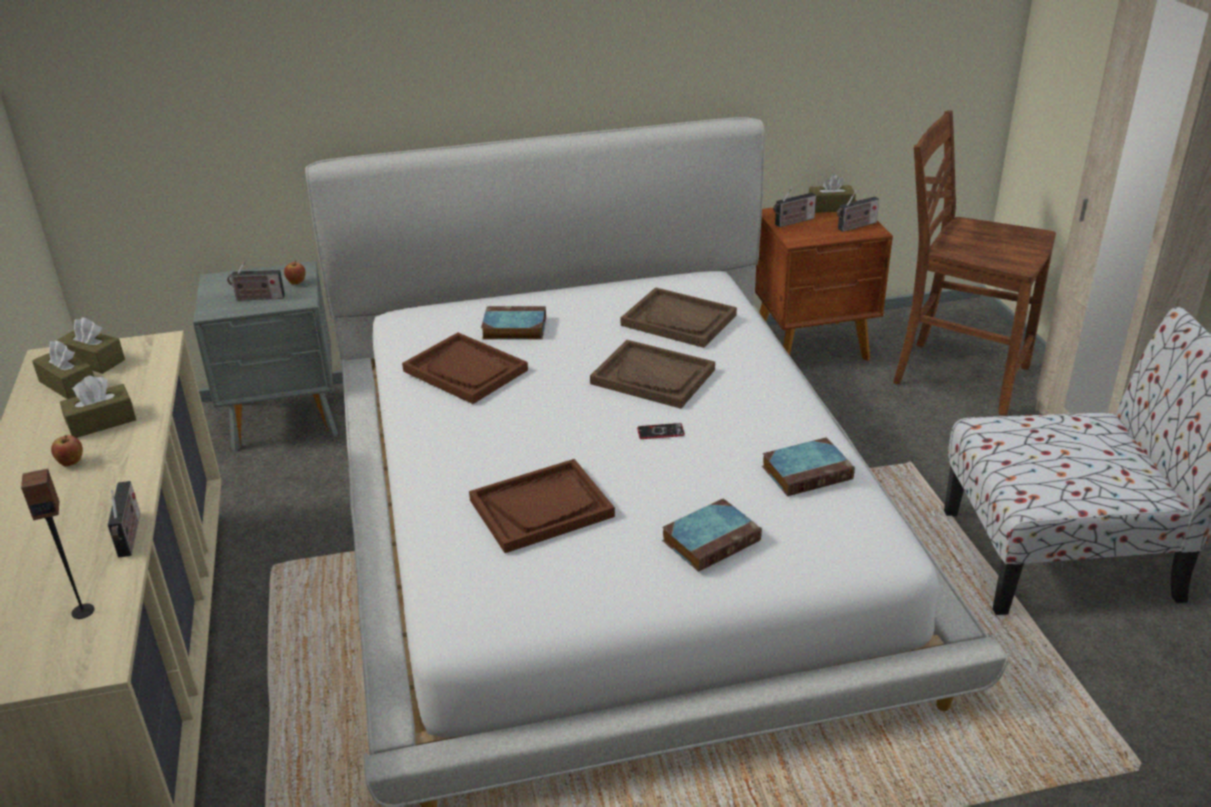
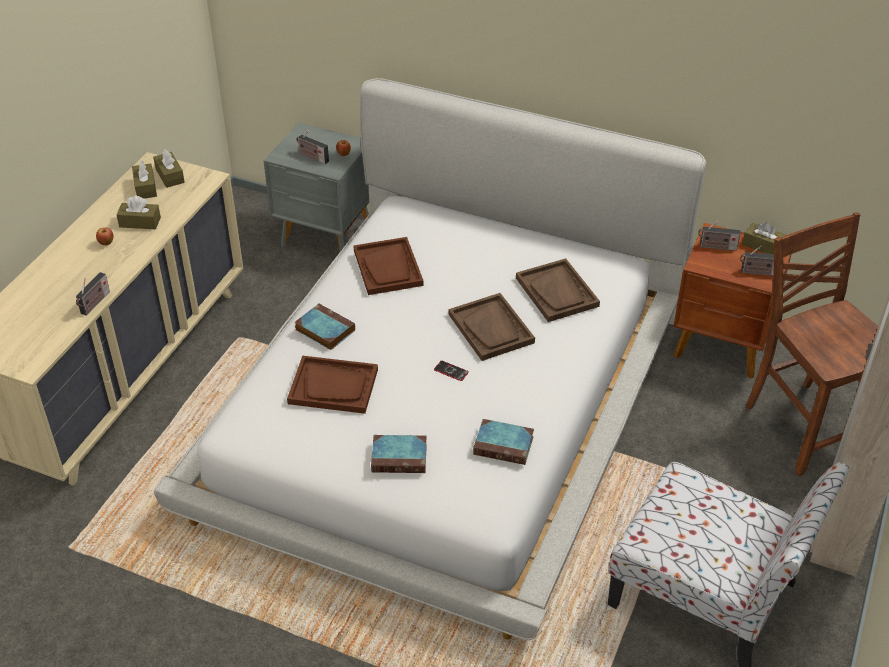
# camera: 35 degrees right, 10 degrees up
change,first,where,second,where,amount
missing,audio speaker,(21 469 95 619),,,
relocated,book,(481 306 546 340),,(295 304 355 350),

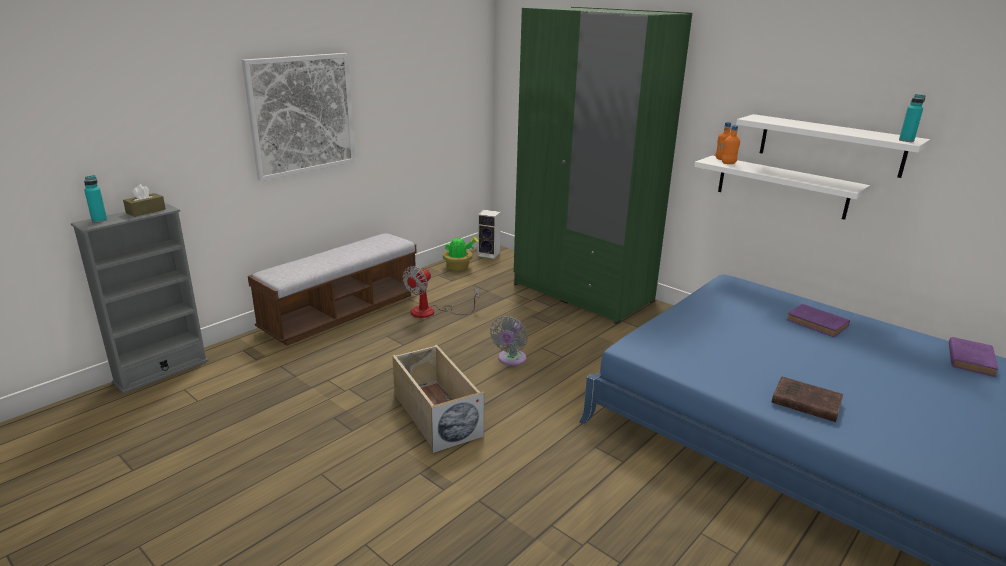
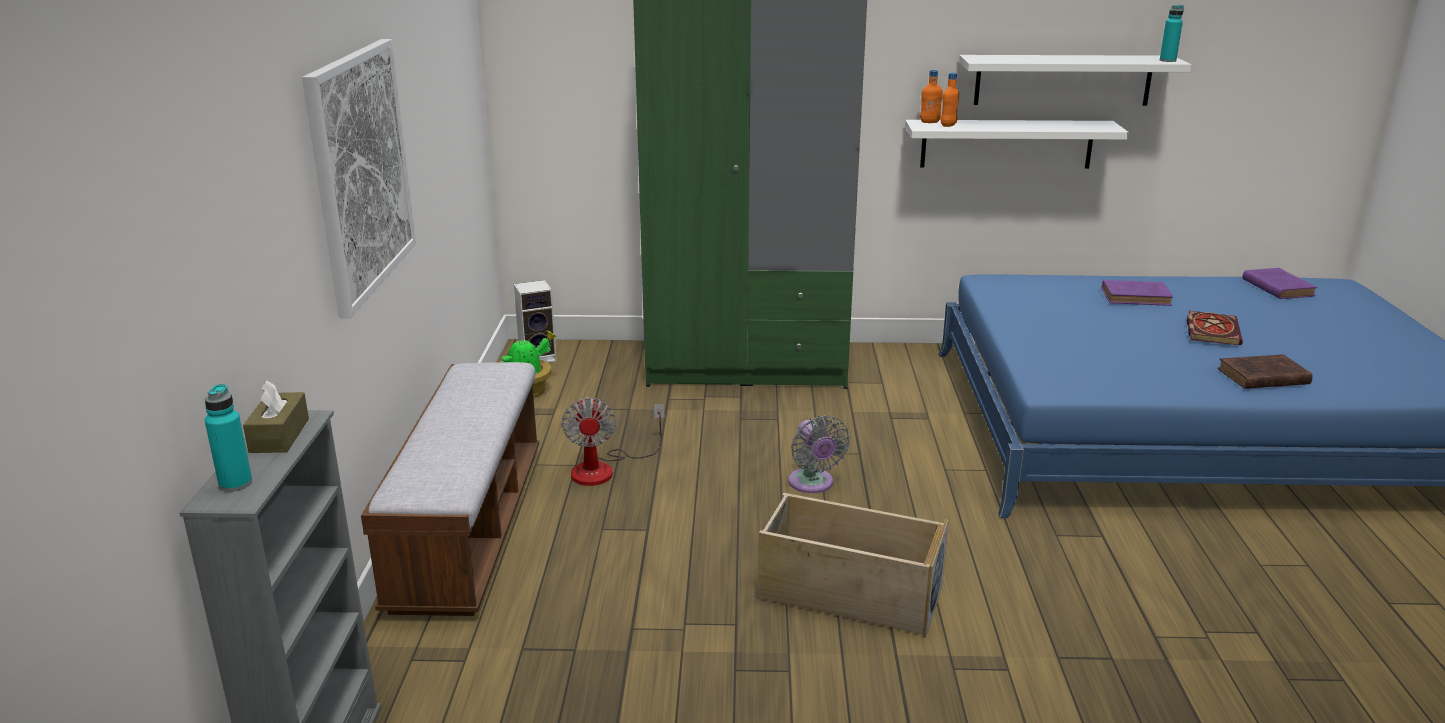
# camera: 40 degrees left, 0 degrees up
change,first,where,second,where,amount
appeared,,,book,(1187 311 1243 345),

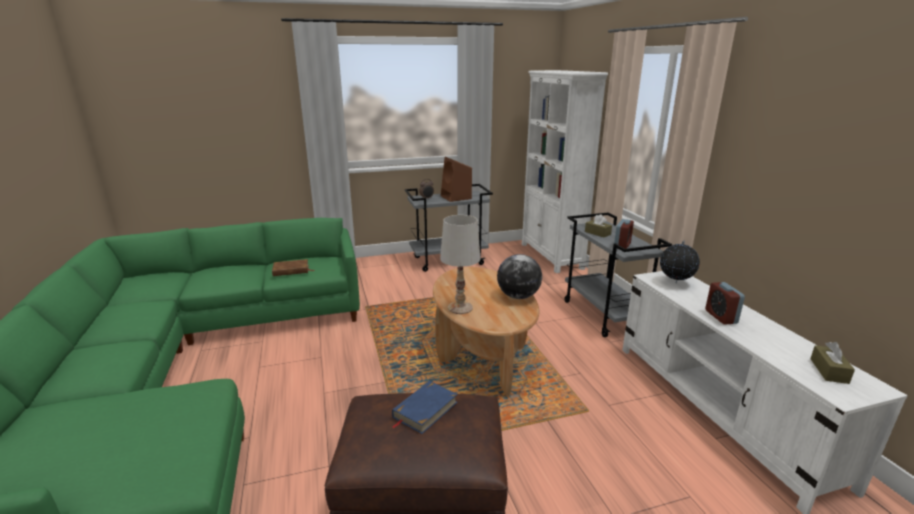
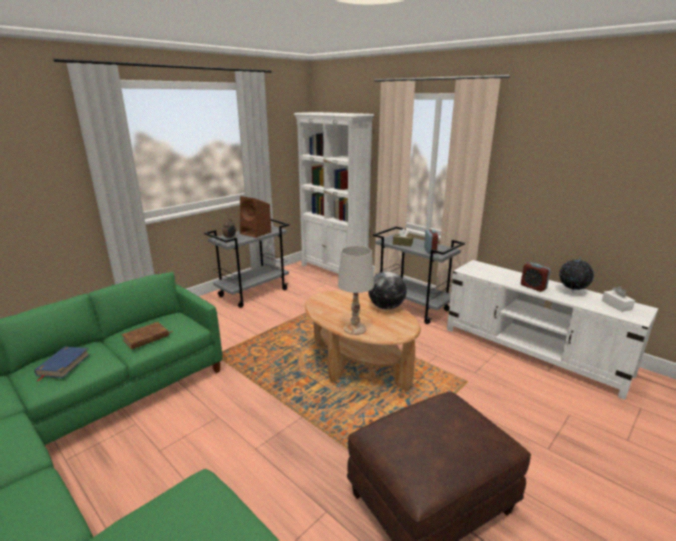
# camera: 30 degrees left, 0 degrees up
change,first,where,second,where,amount
relocated,blue book,(392 381 458 434),,(34 347 90 382),
relocated,desk globe,(660 241 700 283),,(559 257 594 292),
colour,brown-coloured tissue holder,(810 342 855 384),white tissue holder,(602 286 635 312),

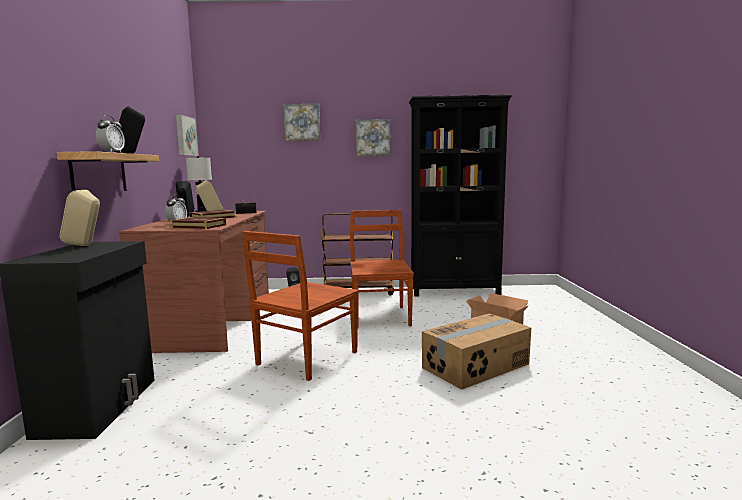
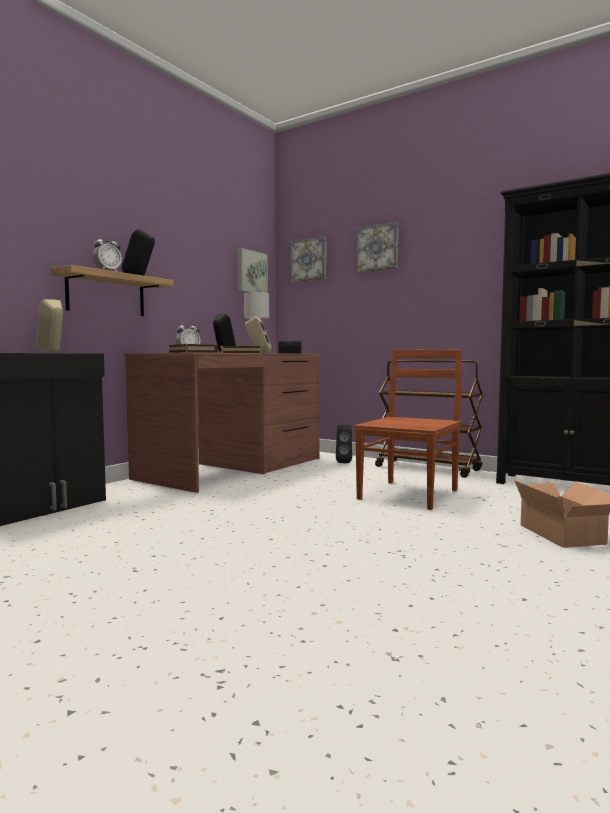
# camera: 35 degrees right, 5 degrees down
change,first,where,second,where,amount
missing,brown-coloured plain chair,(242 231 359 381),,,
relocated,wall art,(355 119 391 156),,(291 236 326 282),
missing,carton,(422 314 531 390),,,

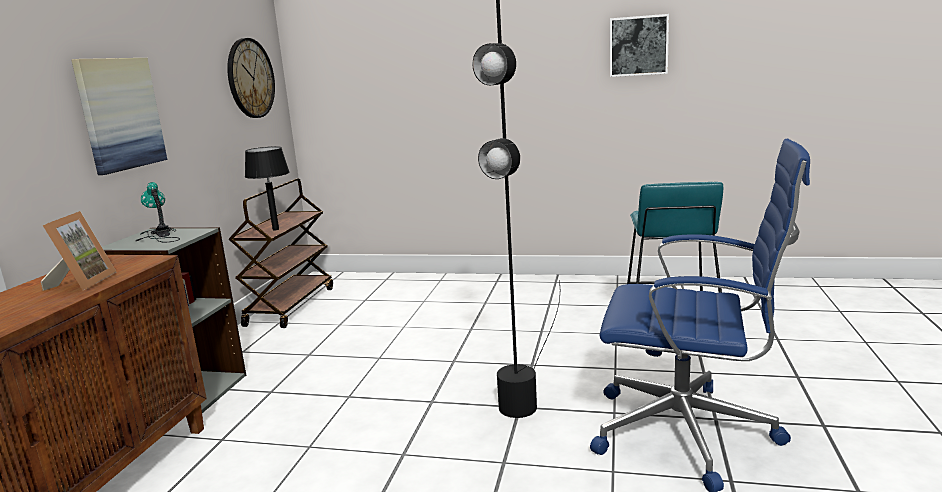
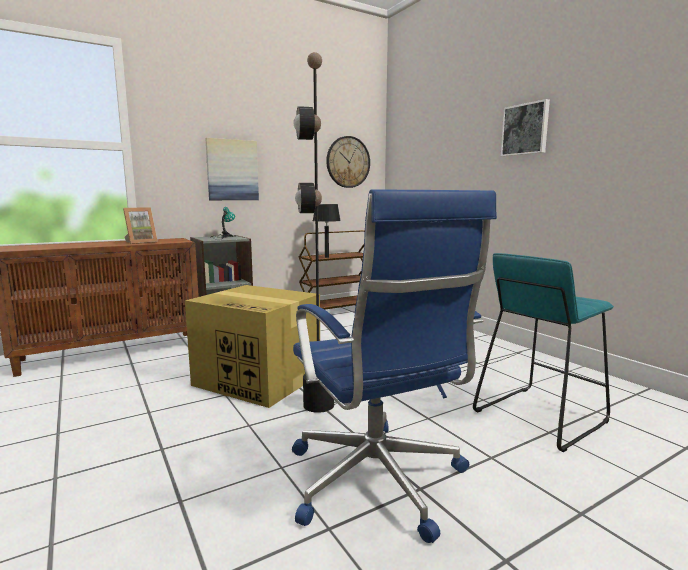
# camera: 45 degrees right, 5 degrees down
change,first,where,second,where,amount
relocated,wall art,(610 14 669 77),,(501 99 550 157),
appeared,,,carton,(185 285 320 408),

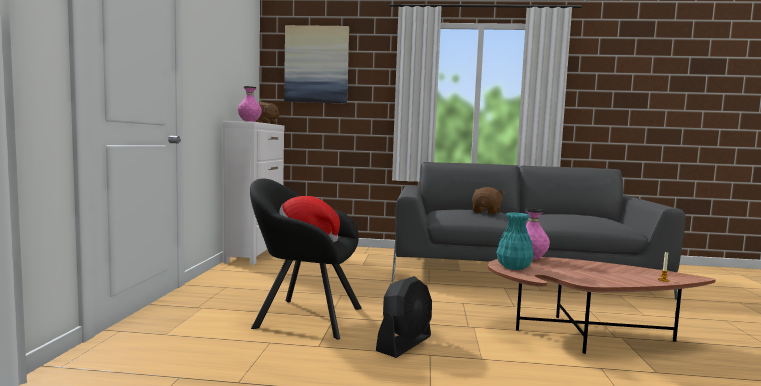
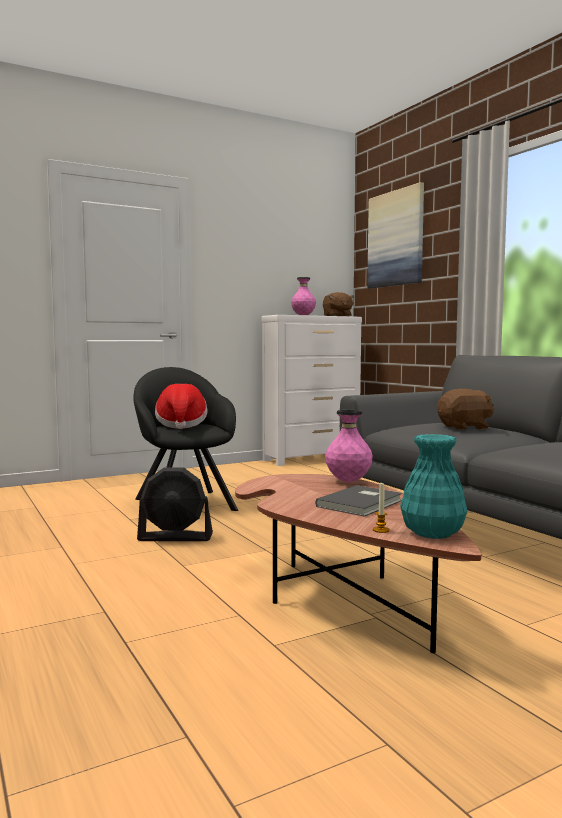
# camera: 55 degrees right, 0 degrees up
change,first,where,second,where,amount
relocated,turquoise decorative vase,(496 212 534 270),,(400 434 468 539),
appeared,,,grey book,(315 485 402 517),

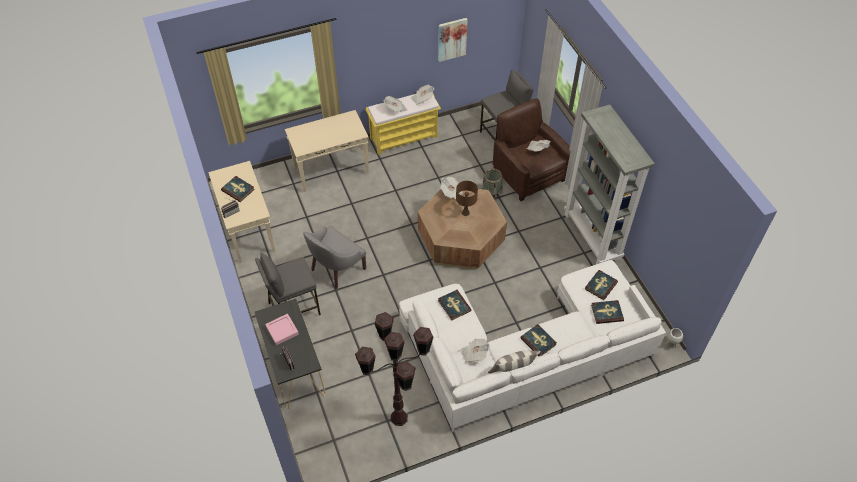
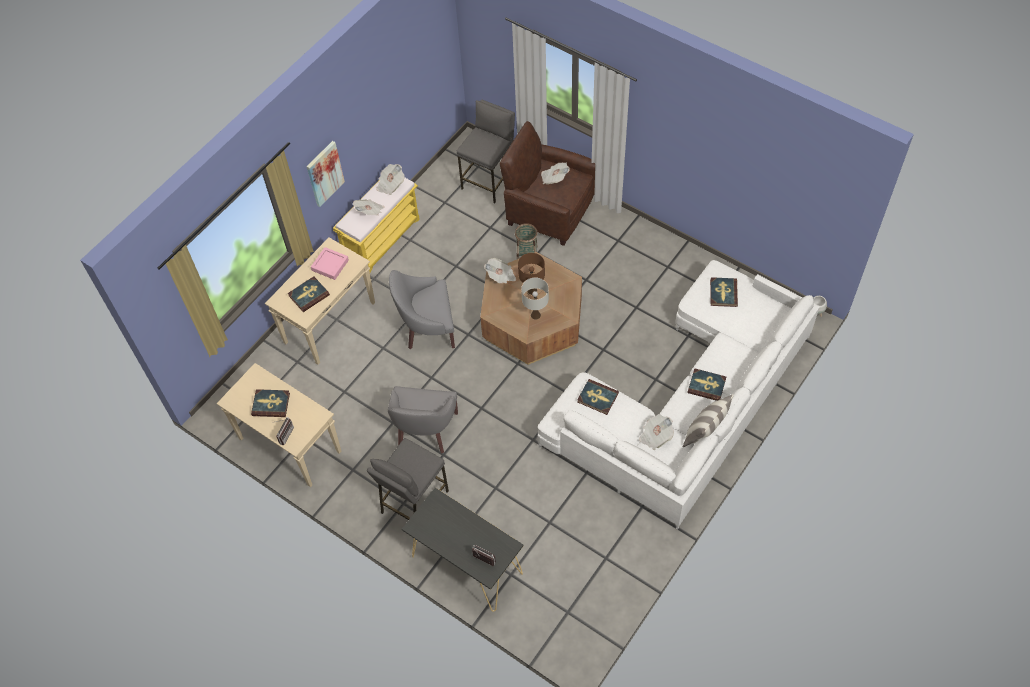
# camera: 30 degrees left, 5 degrees up
change,first,where,second,where,amount
relocated,pink-coloured tray,(265 314 299 345),,(311 247 349 280),
missing,brown-coloured standard lamp,(355 312 434 426),,,
relocated,wall art,(438 18 468 62),,(307 141 345 207),
missing,grey shelving unit,(564 104 655 264),,,
relocated,book,(591 300 624 324),,(288 276 330 312),
appeared,,,grey easy chair,(389 270 455 349),
appeared,,,white tabletop lamp,(521 278 549 320),

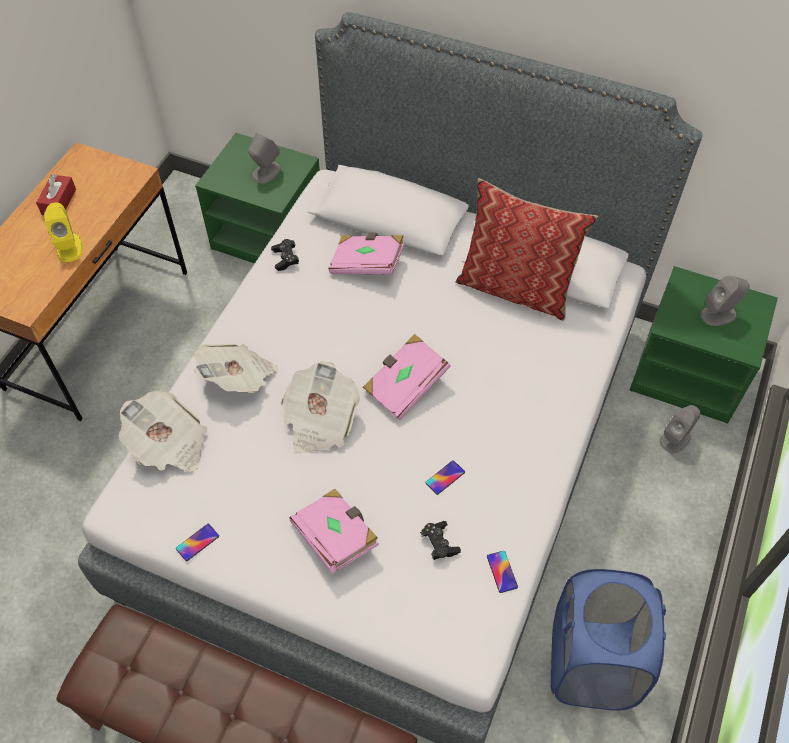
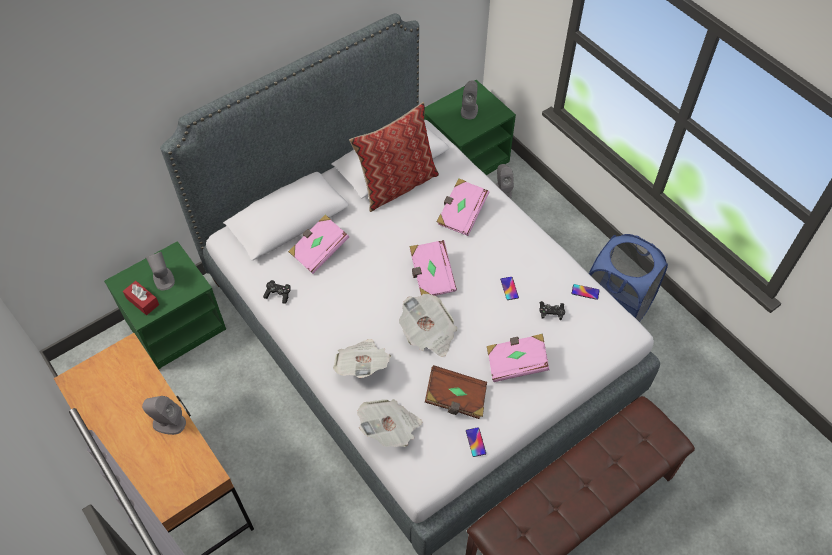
# camera: 60 degrees left, 0 degrees up
change,first,where,second,where,amount
relocated,red tissue holder,(36 174 76 215),,(123 281 159 315),
colour,yellow audio speaker,(44 202 83 262),grey audio speaker,(142 396 186 435),
appeared,,,brown-coloured book,(425 365 487 419),
appeared,,,pink-coloured book,(437 178 489 236),

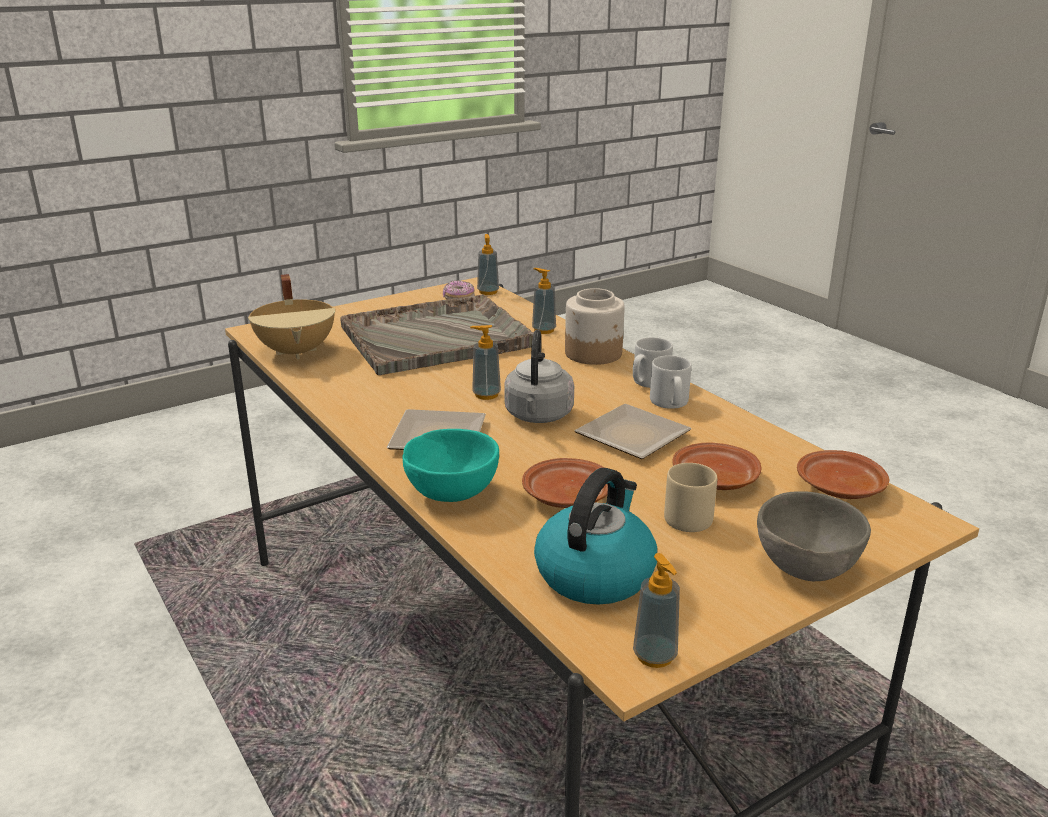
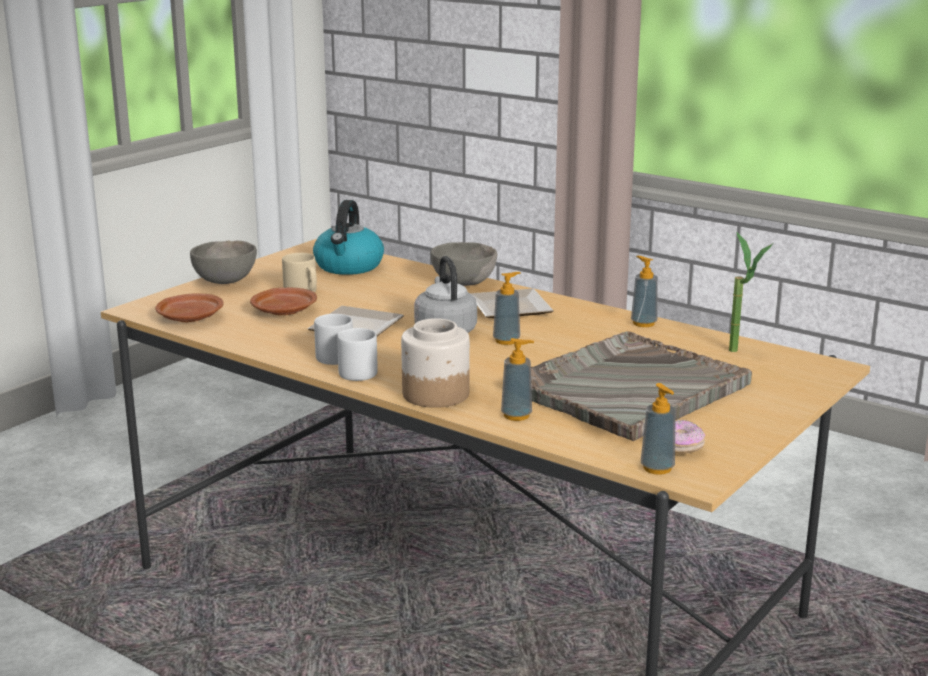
# camera: 160 degrees right, 5 degrees down
change,first,where,second,where,amount
exchanged,sand-coloured cooking pot,(248 274 335 359),houseplant,(729 233 773 352),
colour,turquoise bowl,(403 429 499 502),grey bowl,(431 242 497 286),
missing,brown-coloured plate,(522 458 608 508),,,
relocated,soap dispenser,(633 553 680 668),,(631 256 658 327),

